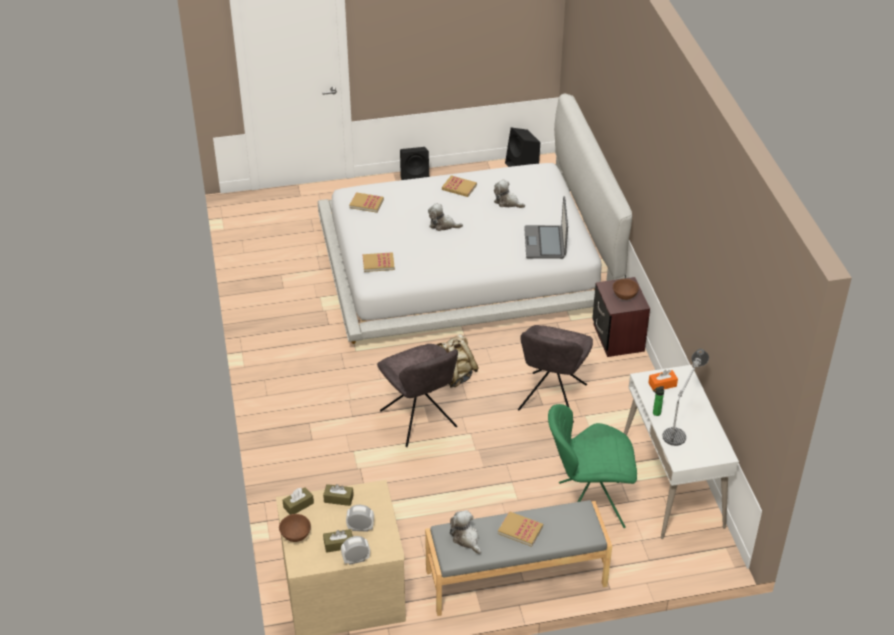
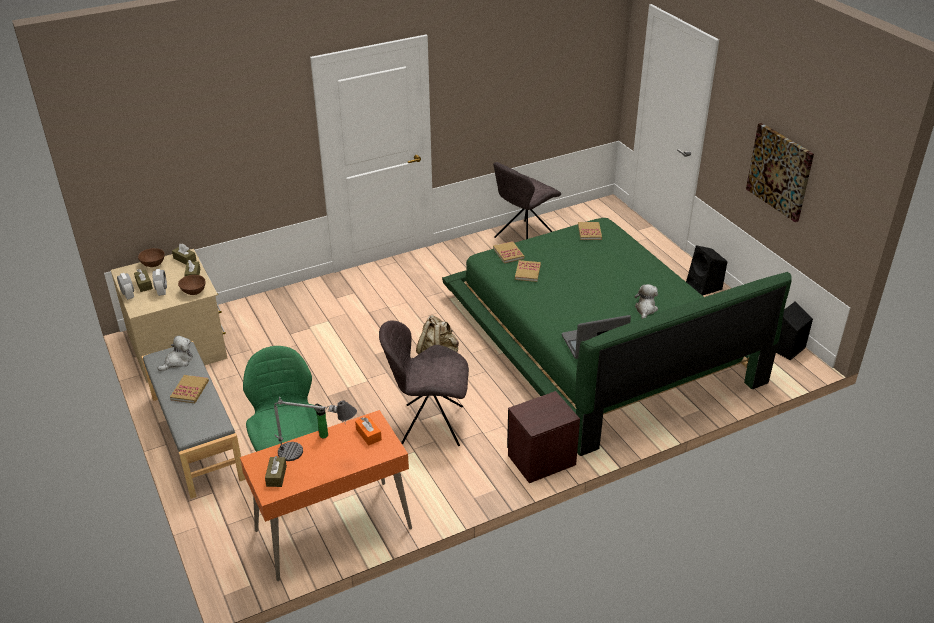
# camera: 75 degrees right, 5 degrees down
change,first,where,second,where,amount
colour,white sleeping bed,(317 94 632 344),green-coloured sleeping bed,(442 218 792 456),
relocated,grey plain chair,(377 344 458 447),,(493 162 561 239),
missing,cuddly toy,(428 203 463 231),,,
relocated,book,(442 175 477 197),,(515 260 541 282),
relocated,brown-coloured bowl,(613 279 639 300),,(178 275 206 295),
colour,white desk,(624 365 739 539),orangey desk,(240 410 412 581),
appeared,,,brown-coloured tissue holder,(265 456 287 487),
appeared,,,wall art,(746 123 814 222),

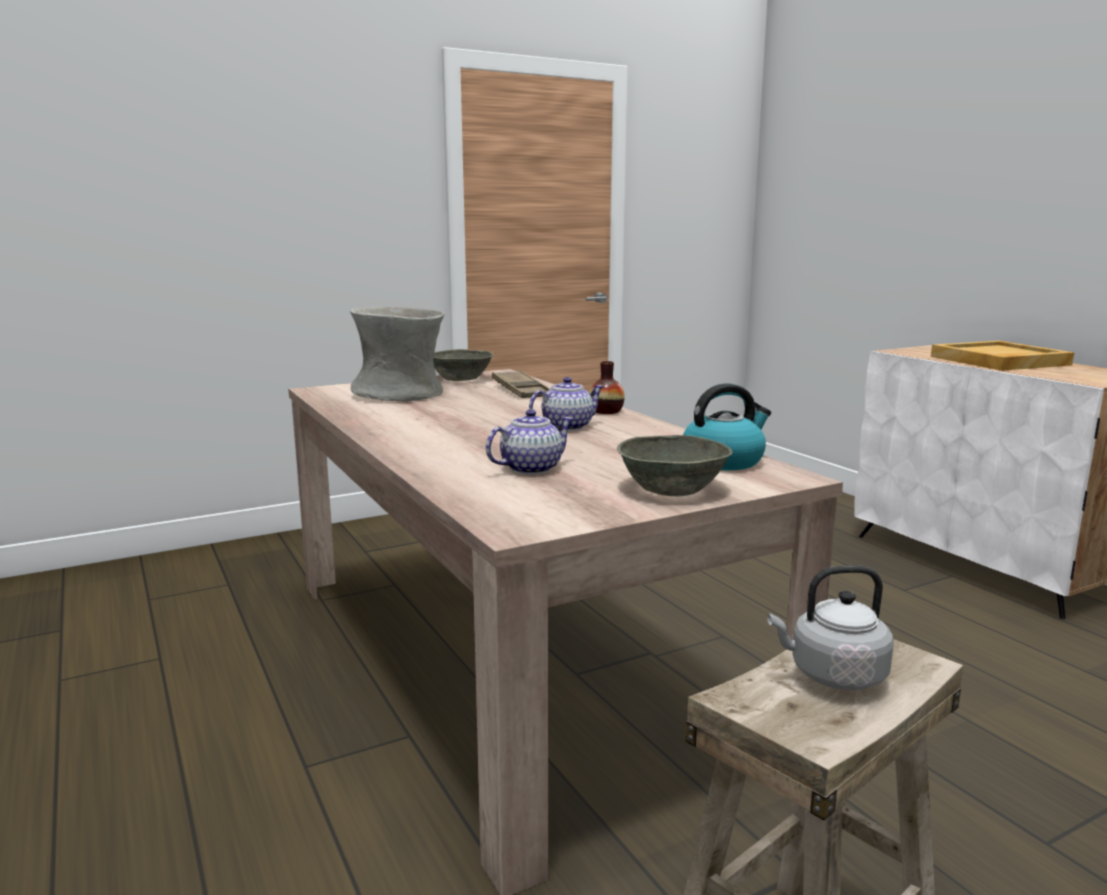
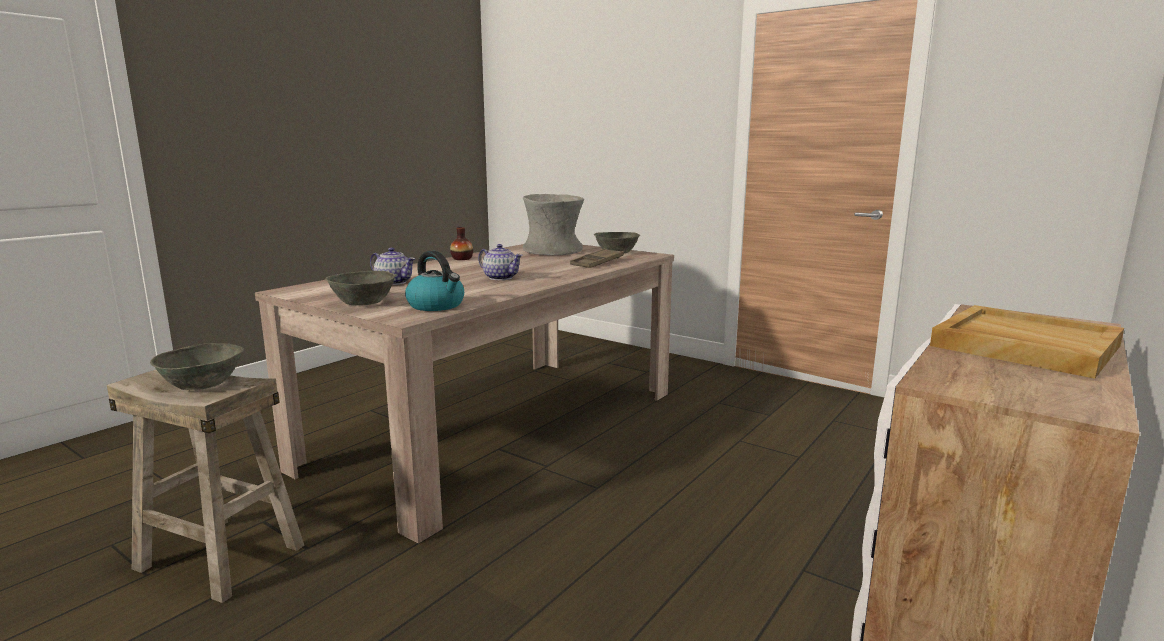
# camera: 65 degrees right, 0 degrees up
change,first,where,second,where,amount
relocated,decorative vase,(589 361 625 414),,(450 227 473 260),
exchanged,grey water kettle,(767 565 894 690),grey bowl,(150 343 244 390),

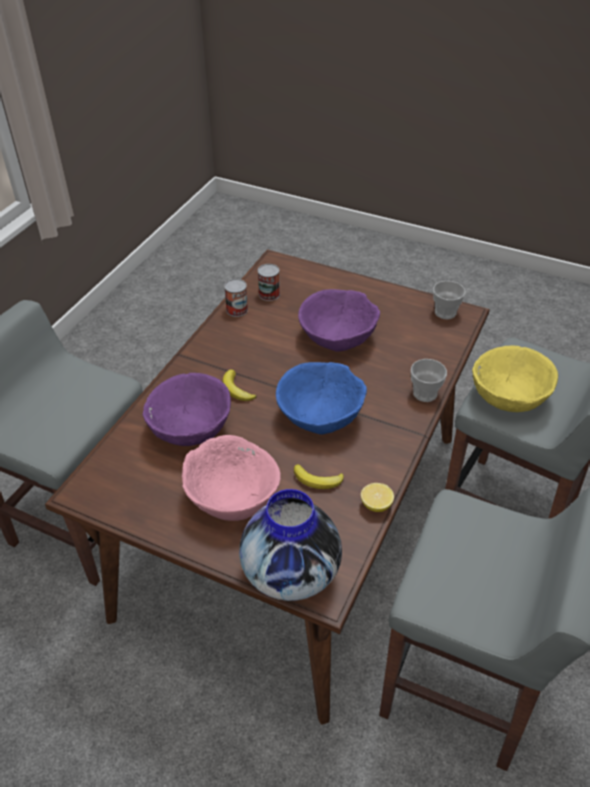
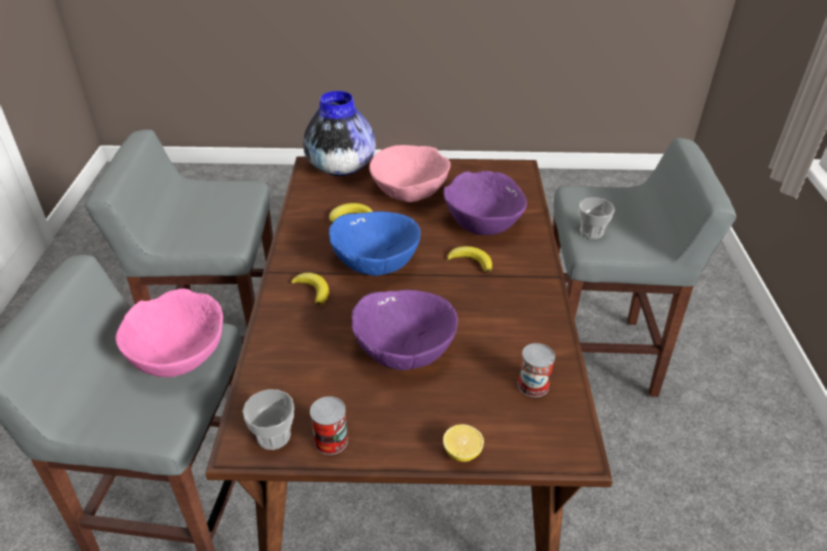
# camera: 155 degrees right, 5 degrees down
change,first,where,second,where,amount
relocated,can,(224 279 248 317),,(310 396 348 455),
relocated,citrus fruit,(361 483 394 512),,(443 424 484 462),
relocated,drinking cup,(411 359 447 402),,(579 197 615 239),
colour,yellow bowl,(472 345 558 412),pink-coloured bowl,(115 288 223 377),
appeared,,,whole banana,(291 273 329 305),

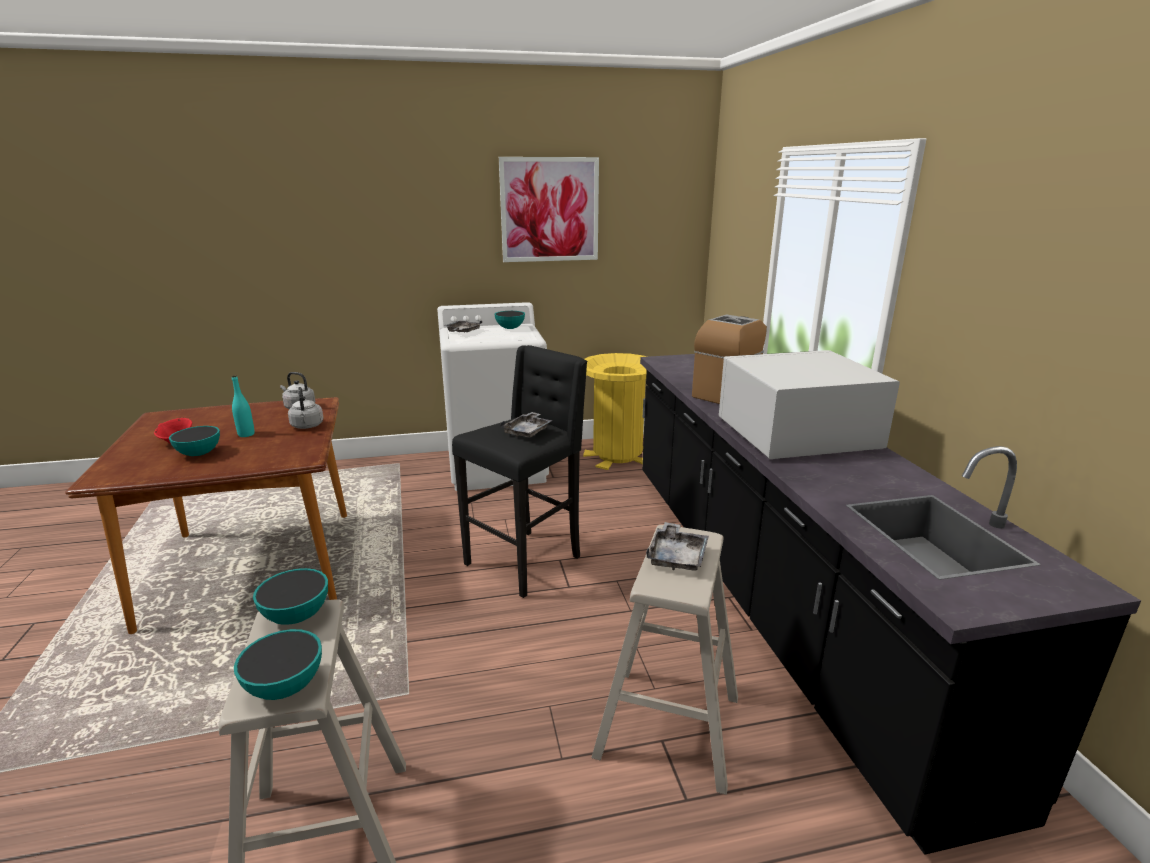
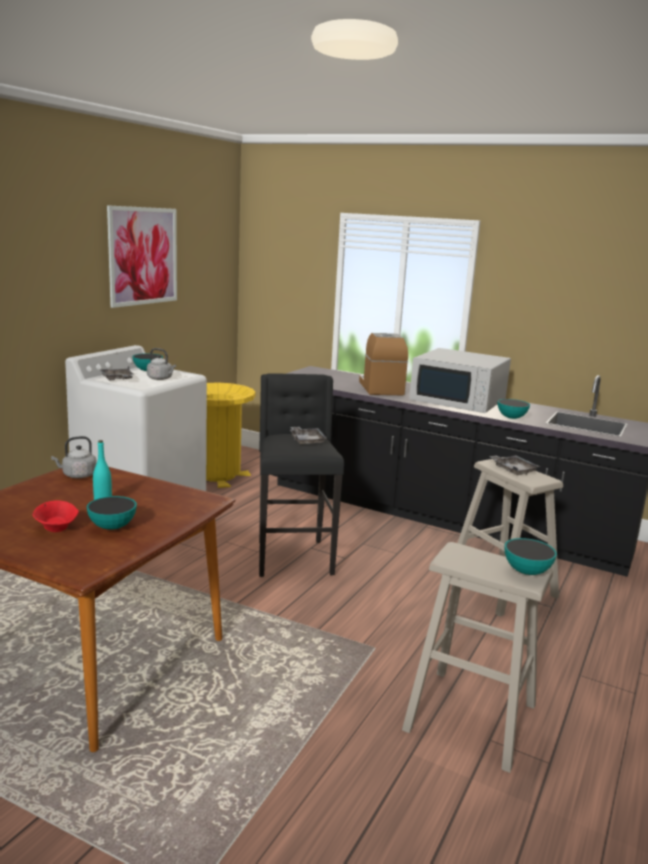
# camera: 50 degrees left, 5 degrees down
change,first,where,second,where,amount
relocated,bowl,(253 568 328 625),,(498 399 530 419),
relocated,grey water kettle,(288 387 324 429),,(147 348 176 380),
spun,white microwave,(719 350 900 459),,(409 348 511 413),90 degrees counterclockwise

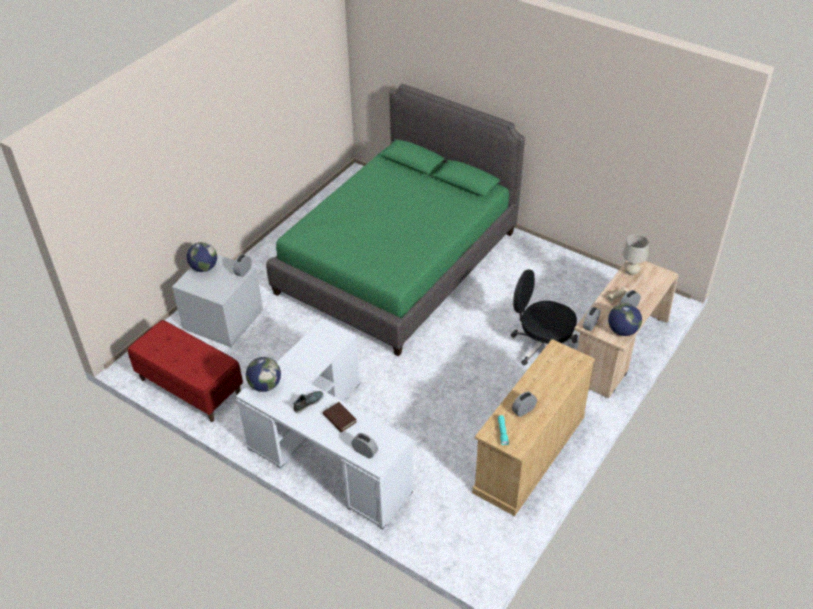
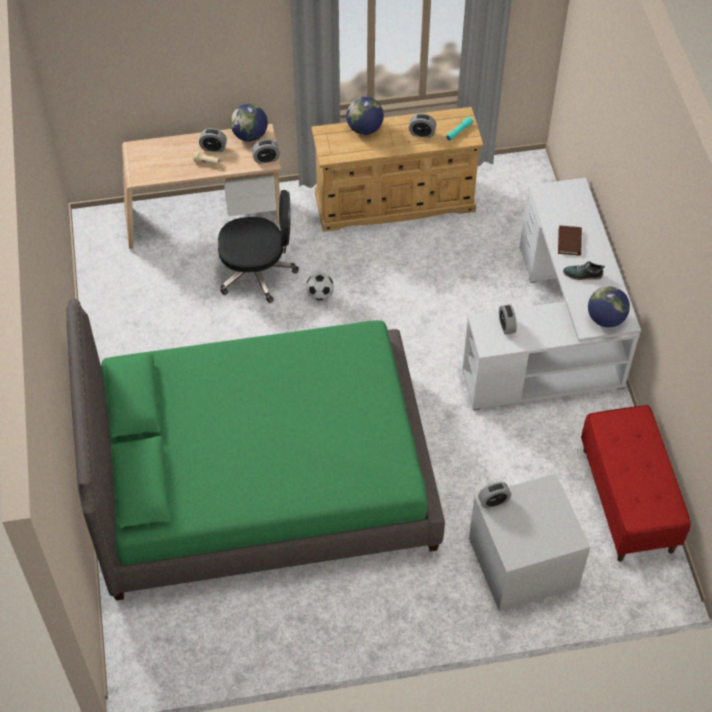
# camera: 135 degrees left, 10 degrees up
change,first,where,second,where,amount
relocated,desk globe,(187 242 217 272),,(346 97 384 135),
relocated,bedside clock,(351 433 378 459),,(499 304 517 335),
spun,black-coloured desk chair,(511 269 578 365),,(218 190 299 303),75 degrees counterclockwise
missing,sand-coloured tabletop lamp,(622 234 649 275),,,
appeared,,,ball for football,(306 273 334 300),

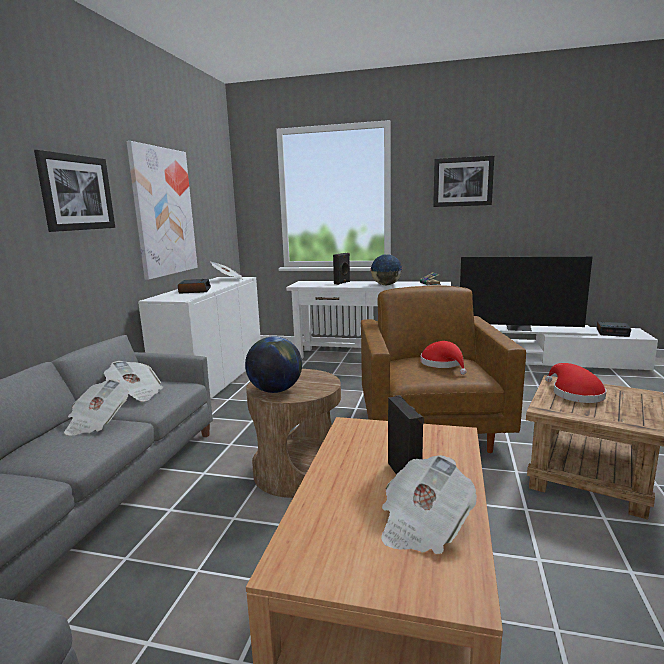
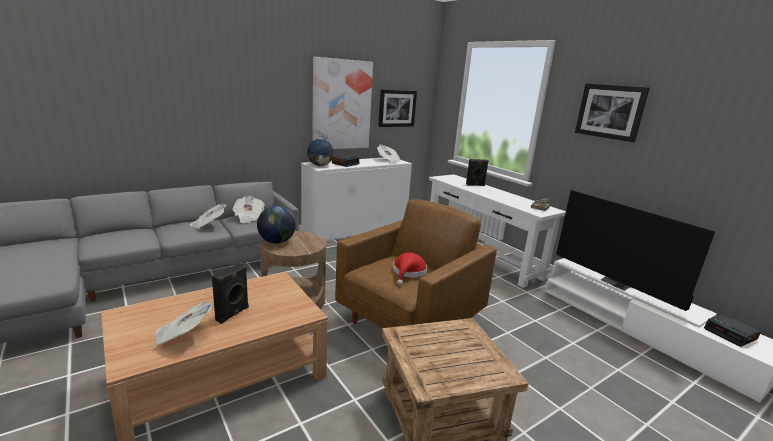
# camera: 40 degrees right, 5 degrees up
change,first,where,second,where,amount
relocated,wall art,(34 150 115 232),,(378 89 417 127),
relocated,desk globe,(370 254 402 285),,(306 139 334 166),
missing,red hat,(545 363 607 403),,,

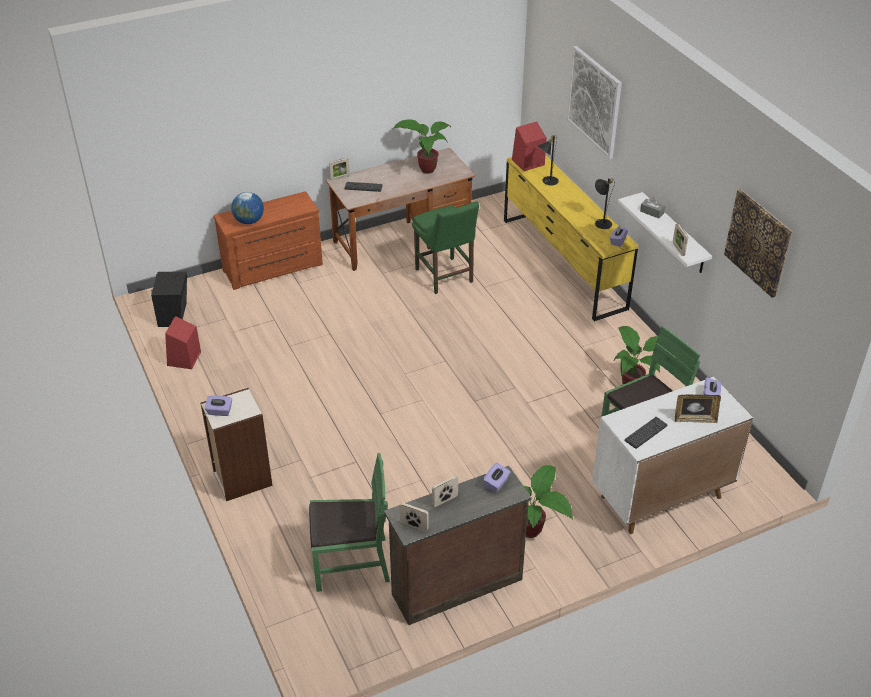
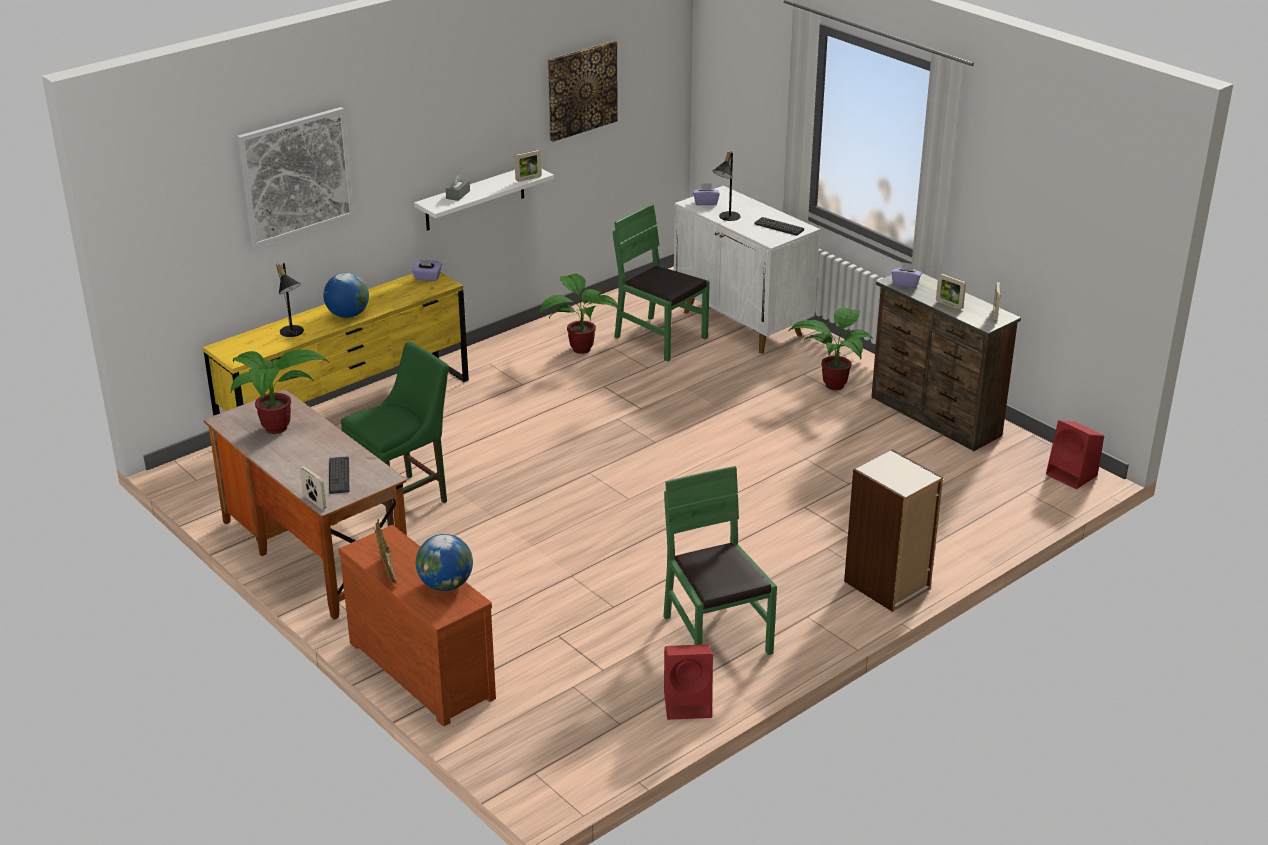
# camera: 105 degrees left, 10 degrees down
change,first,where,second,where,amount
missing,black-coloured audio speaker,(151 272 187 327),,,
missing,purple-coloured tissue holder,(205 395 232 416),,,
relocated,green-coloured plain chair,(309 453 390 592),,(663 466 777 655),
relocated,red audio speaker,(512 122 547 171),,(1046 420 1104 489),
relocated,black-coloured tabletop lamp,(595 178 615 229),,(712 151 740 221),
relocated,picture frame,(675 394 721 423),,(375 519 397 584),
appeared,,,desk globe,(323 273 369 318),

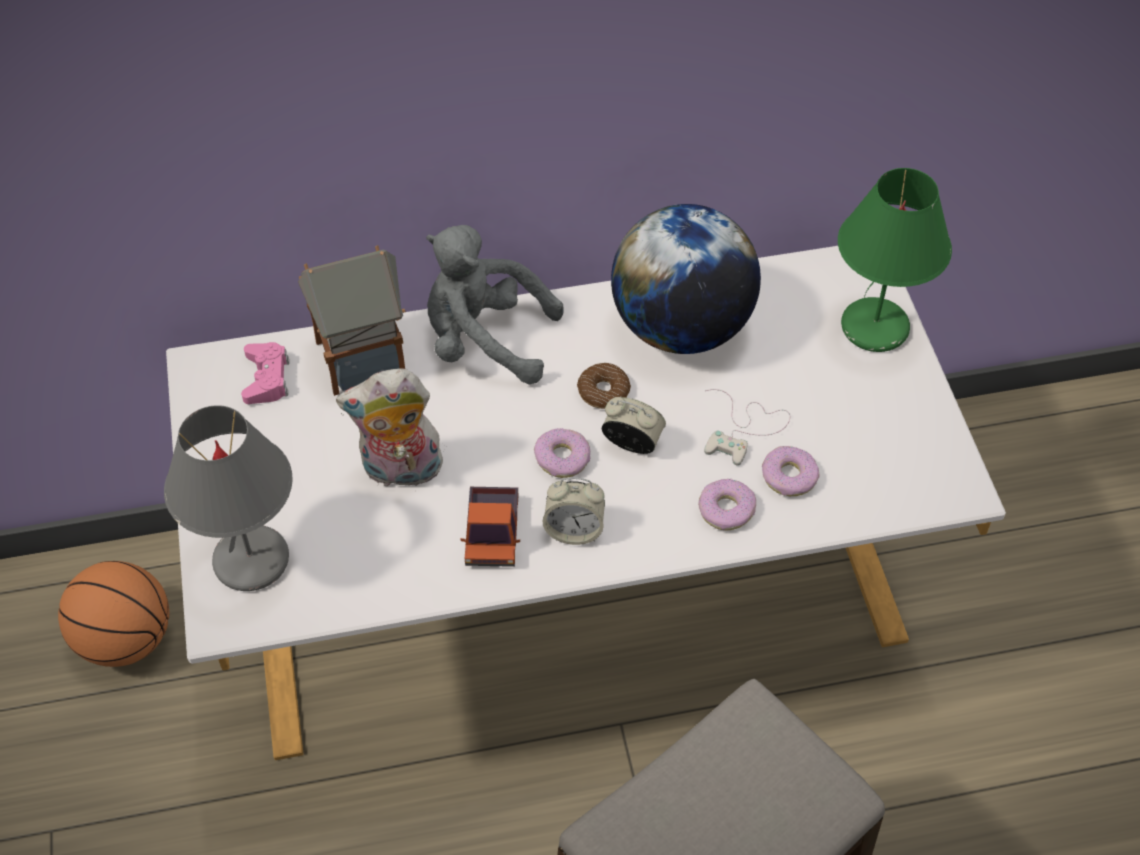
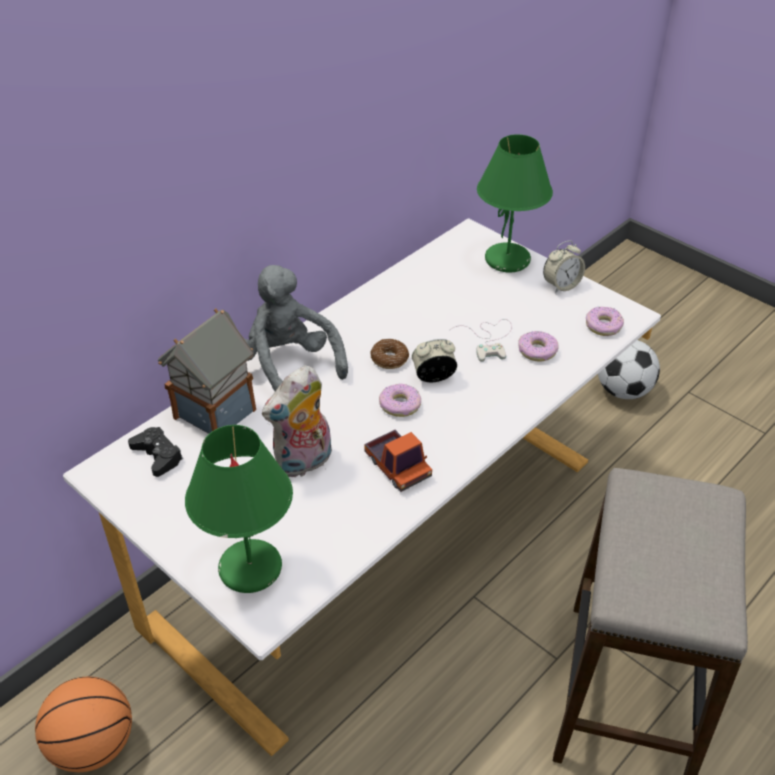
# camera: 35 degrees left, 10 degrees down
change,first,where,second,where,amount
colour,grey tabletop lamp,(164 405 293 591),green-coloured tabletop lamp,(185 425 293 593),
colour,pink-coloured game controller,(241 342 289 404),black-coloured game controller,(128 427 183 477),
spun,grey cuddly toy,(426 225 564 384),,(244 265 348 391),75 degrees clockwise
relocated,bedside clock,(543 477 605 545),,(543 241 585 294),
missing,desk globe,(611 204 761 354),,,
relocated,donut,(698 479 756 531),,(586 306 624 336),
appeared,,,ball for football,(598 340 660 399),

